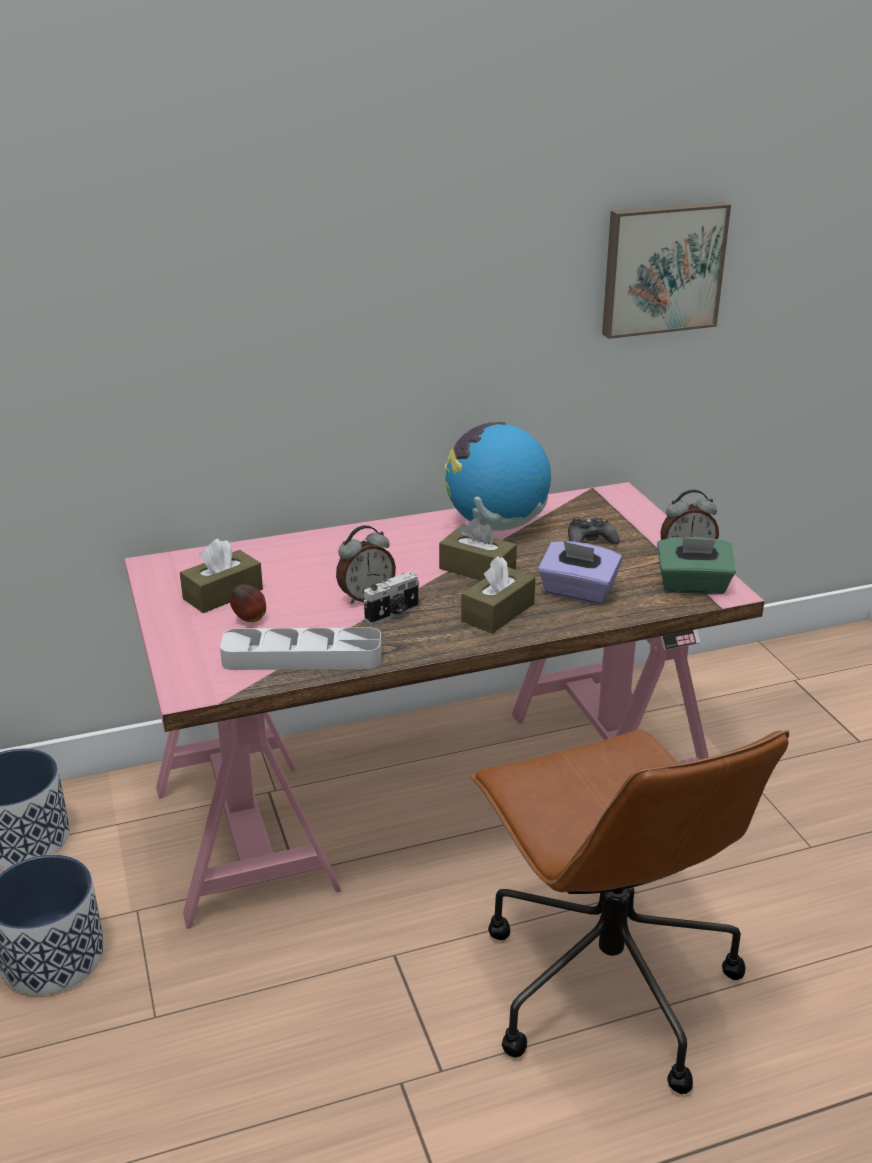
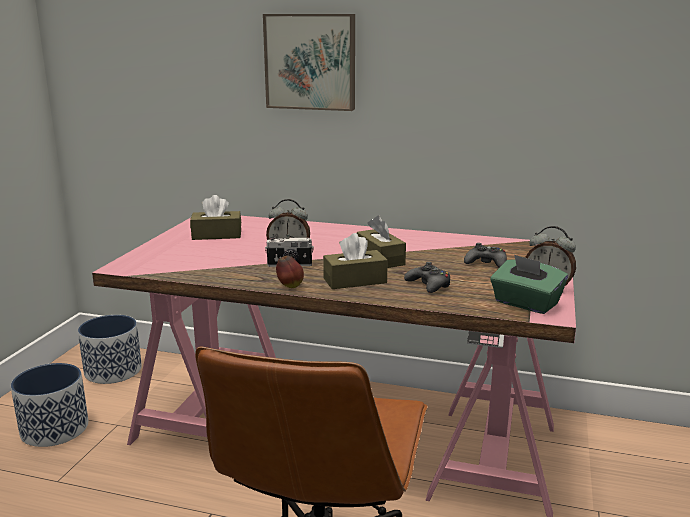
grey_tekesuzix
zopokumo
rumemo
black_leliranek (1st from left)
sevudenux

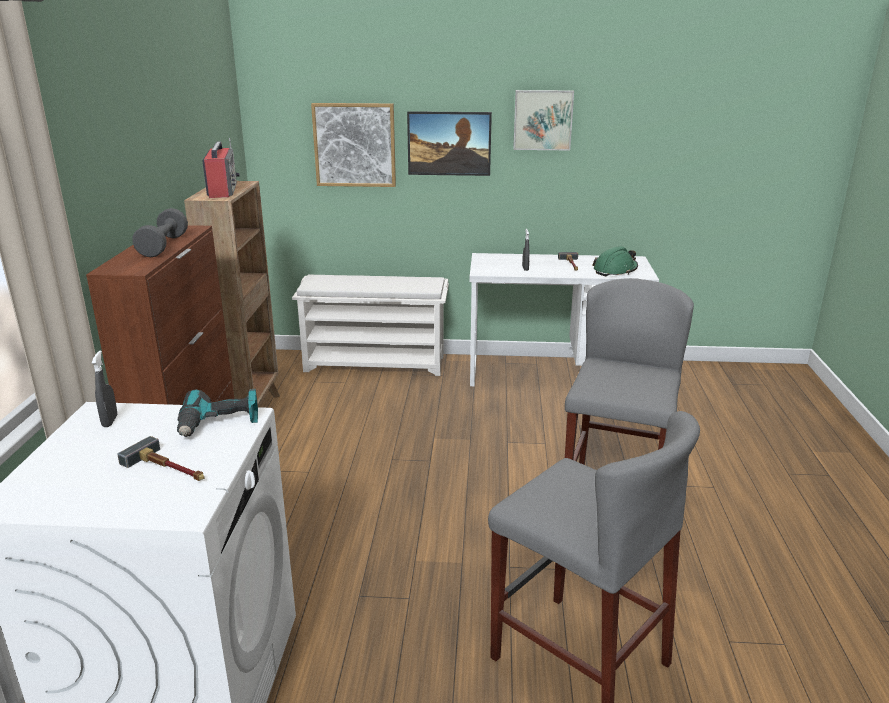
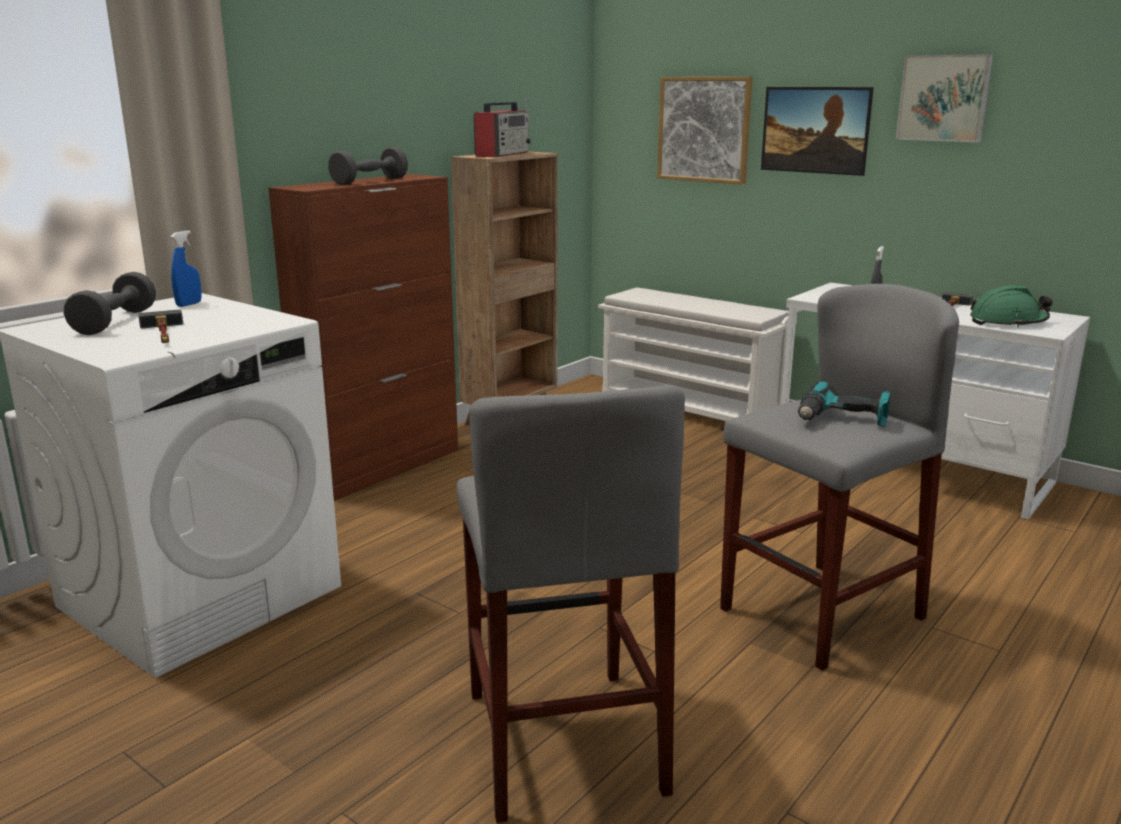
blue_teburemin
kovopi
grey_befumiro (1st from left)

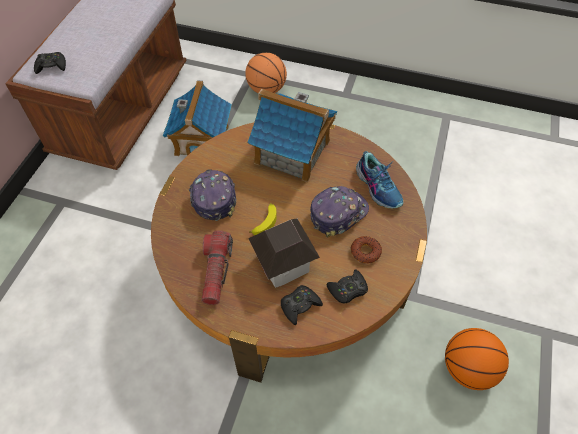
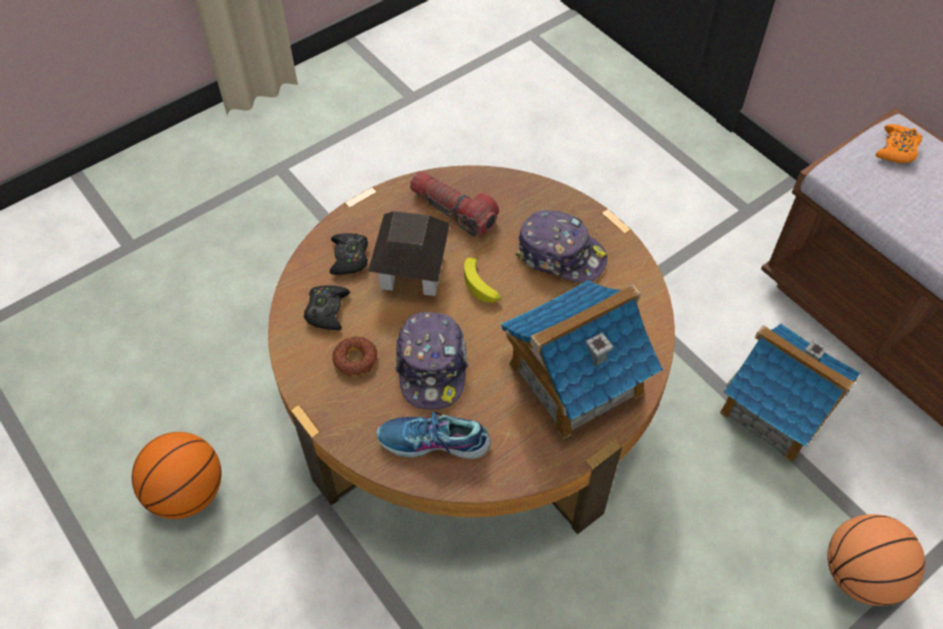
orange_leliranek

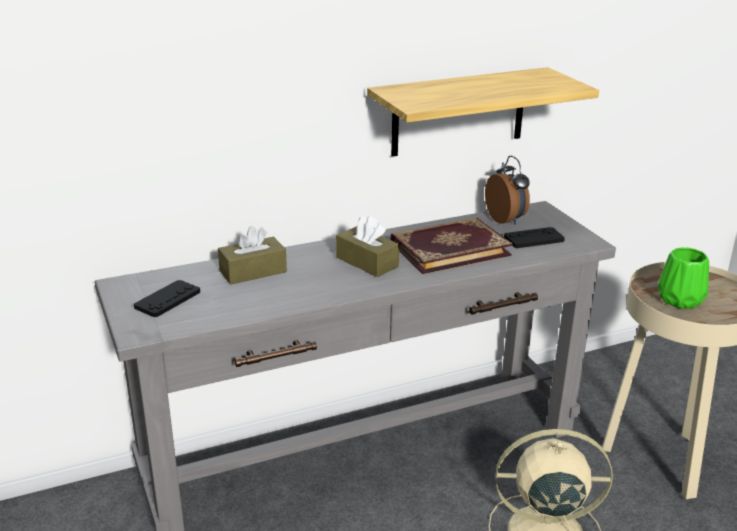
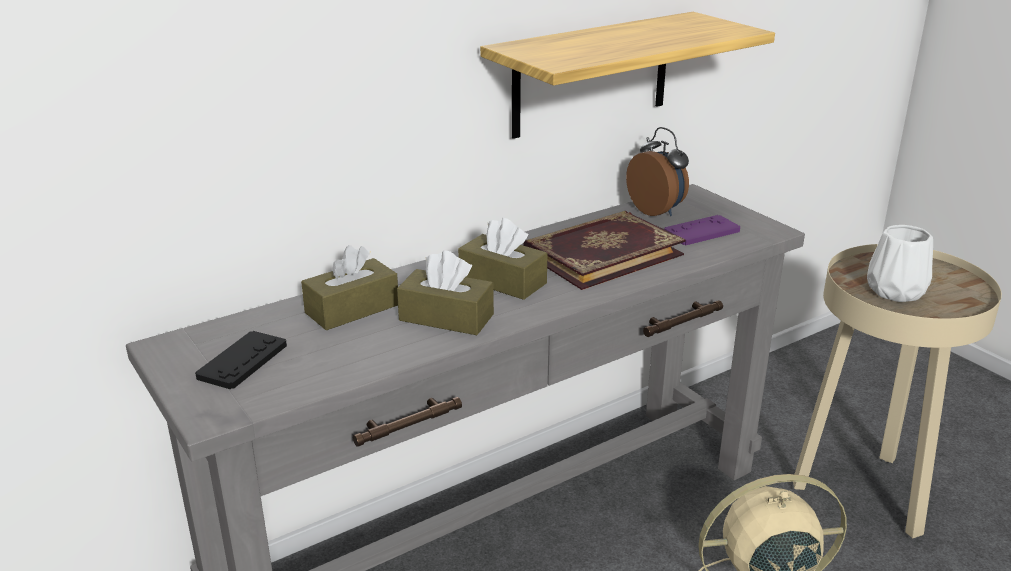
purple_leliranek
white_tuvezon
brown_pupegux (2nd from left)

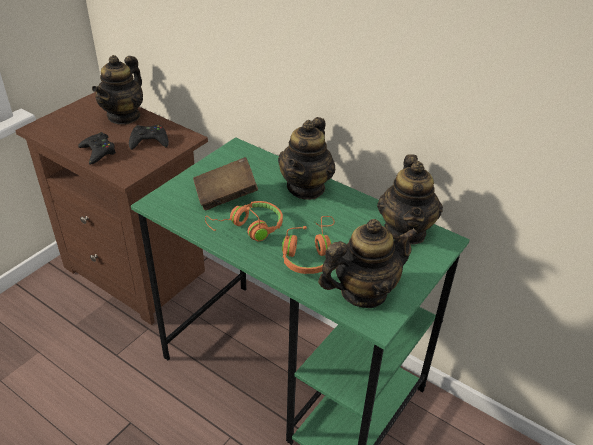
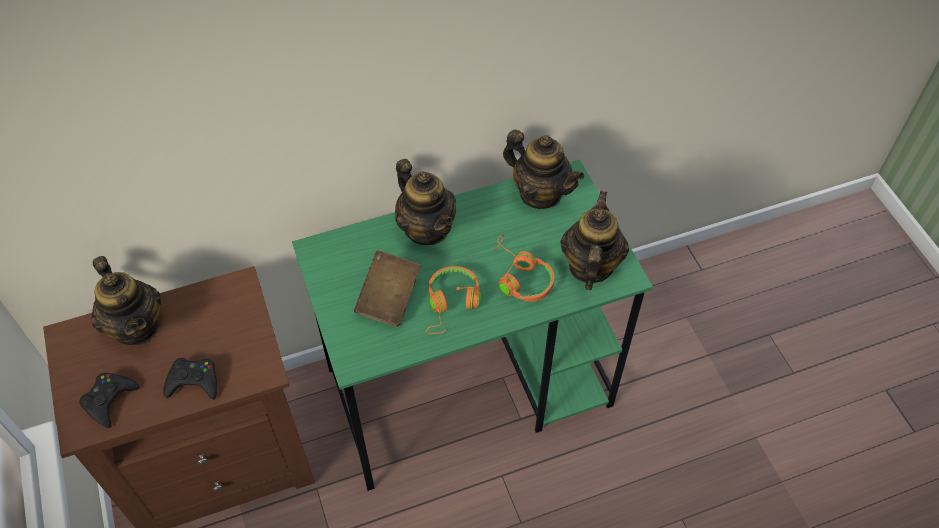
black_leliranek (1st from left)

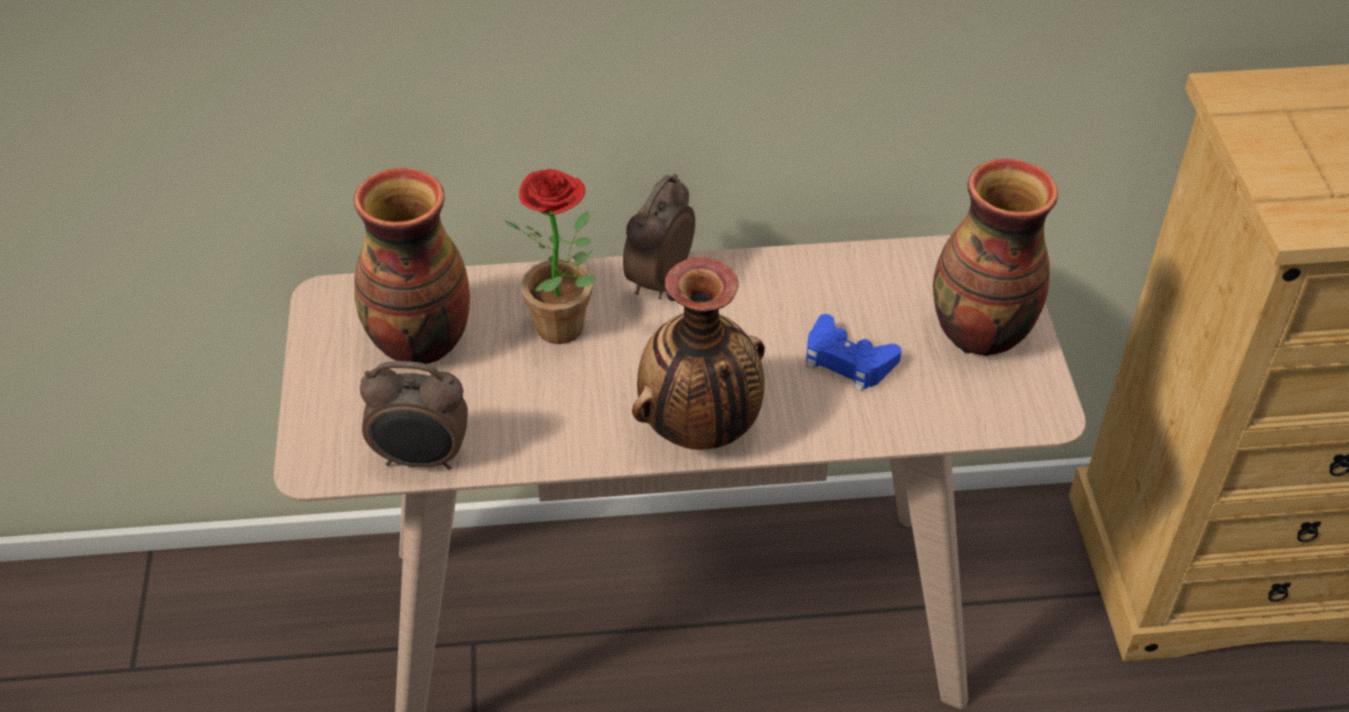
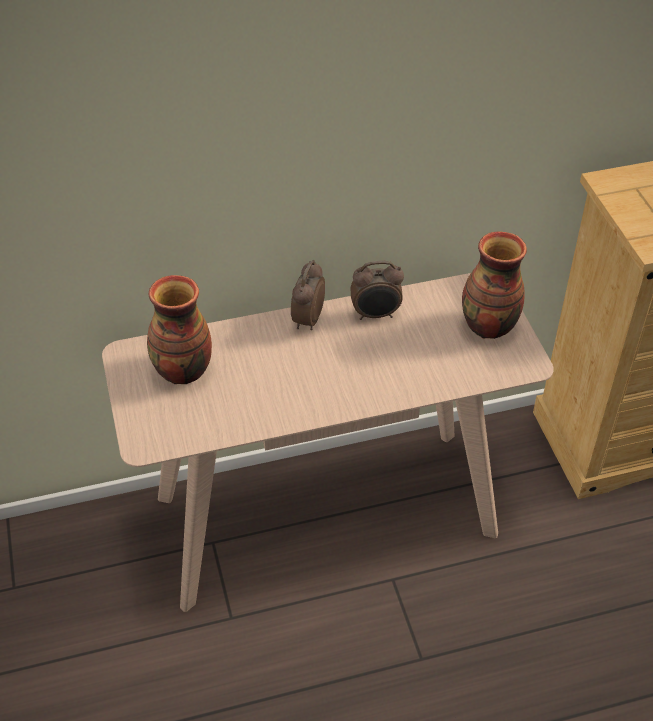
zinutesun (2nd from left)
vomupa
tuvezon (2nd from left in the first image)
blue_leliranek

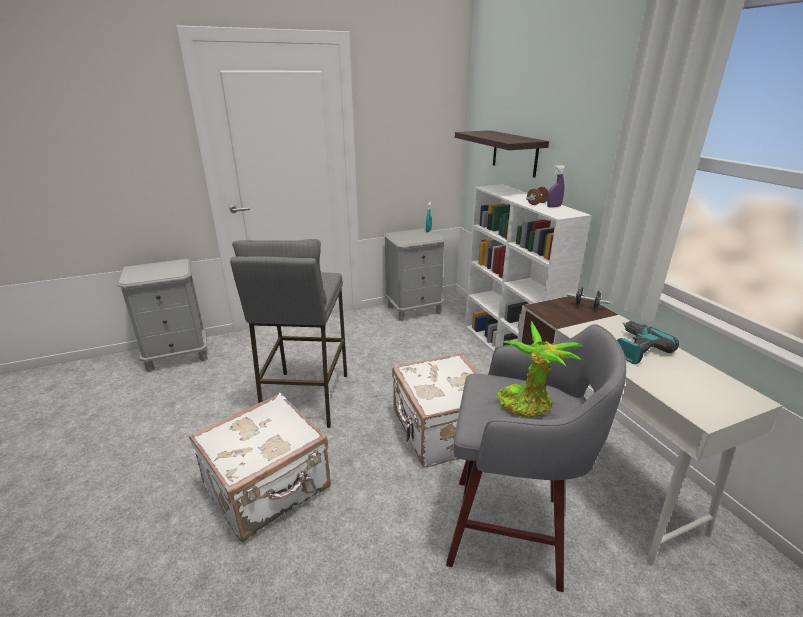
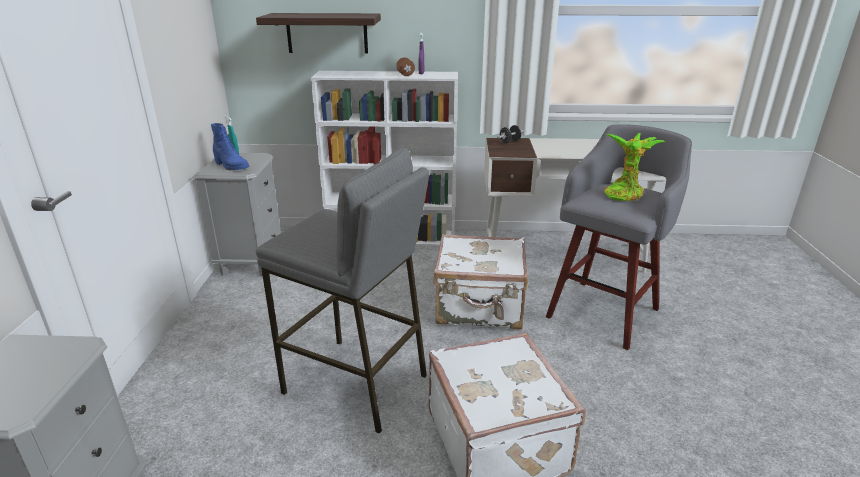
kovopi
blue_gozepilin

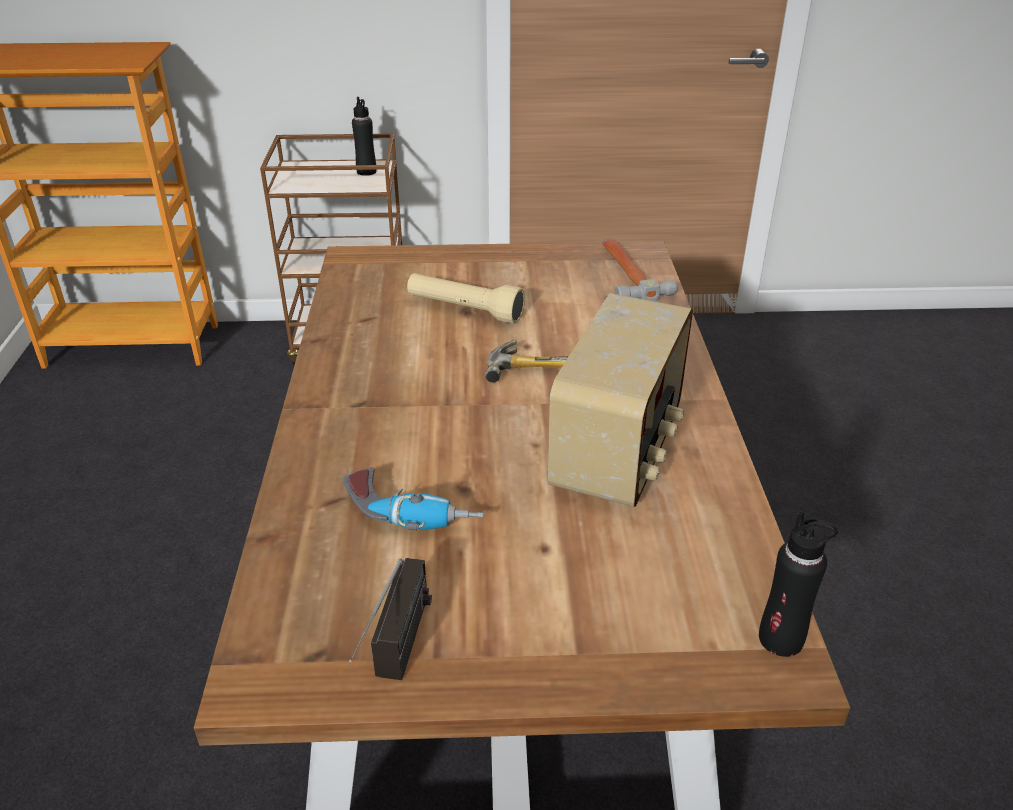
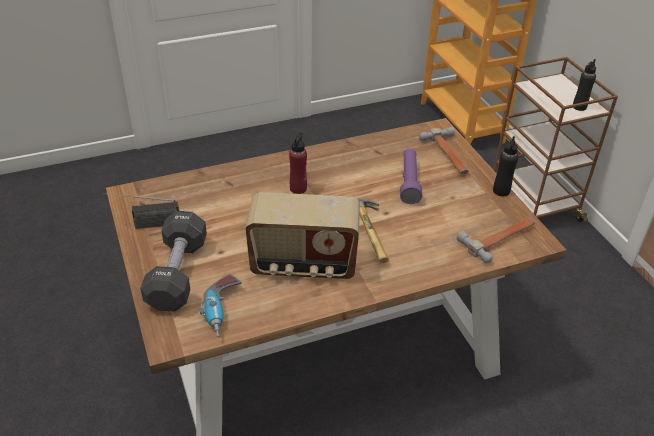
kovopi
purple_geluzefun
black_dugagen (1st from left)
black_befumiro
red_dugagen
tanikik (2nd from left)

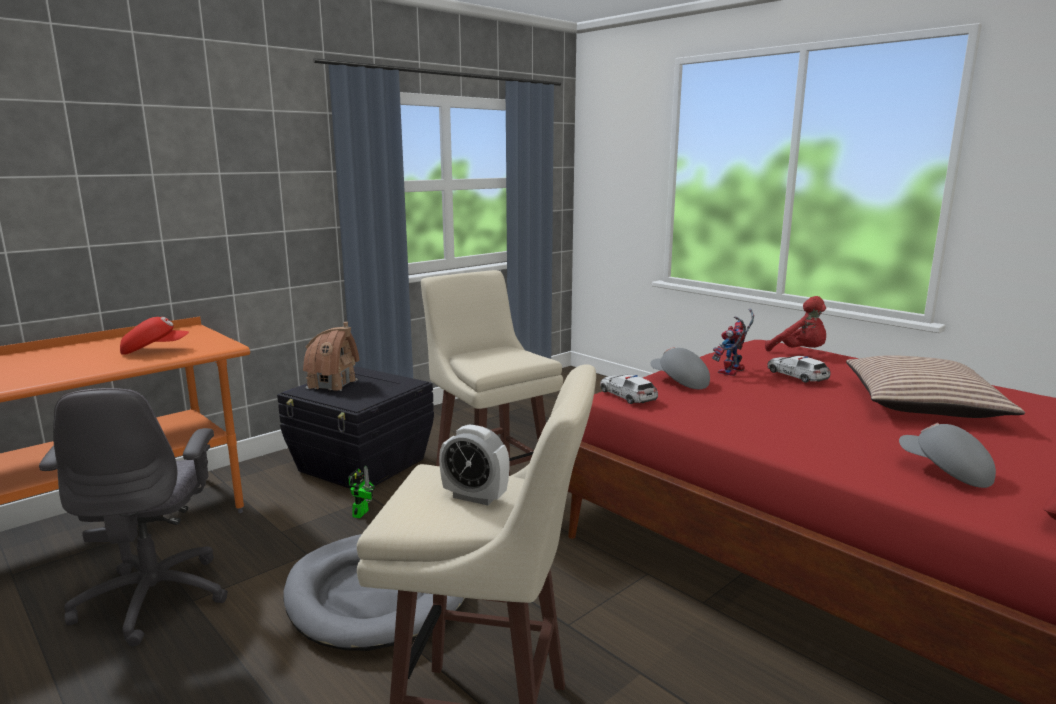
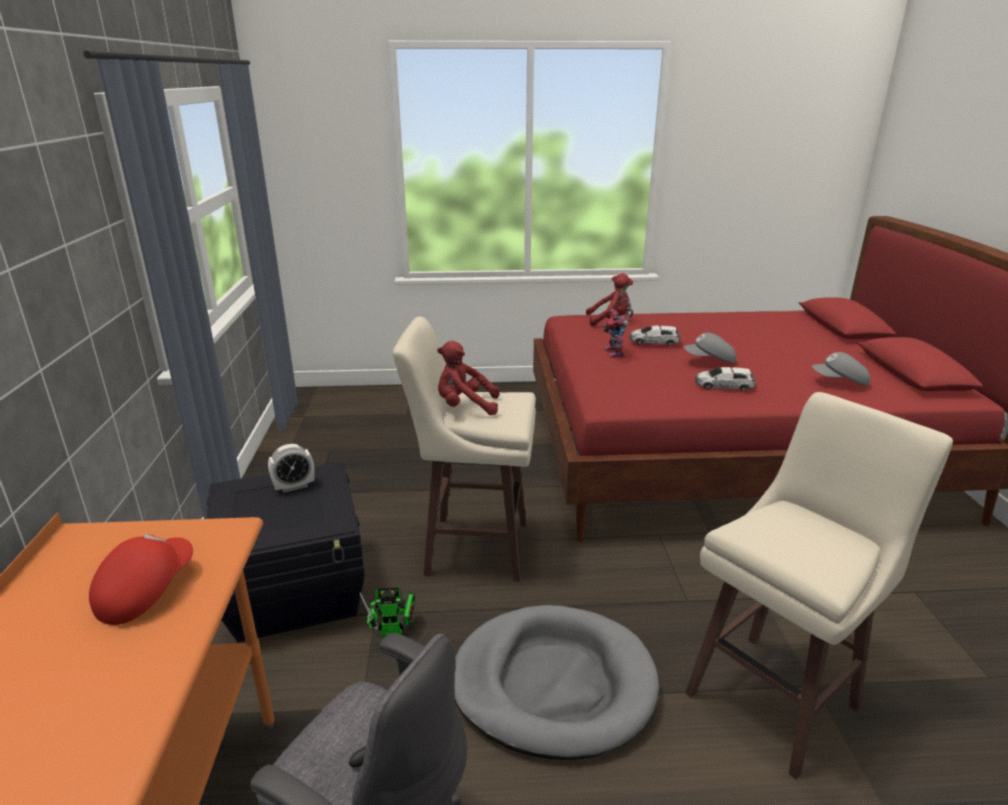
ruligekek
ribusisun (1st from left)
zinutesun
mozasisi (2nd from left)
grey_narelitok (1st from left)
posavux
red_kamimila (1st from left)

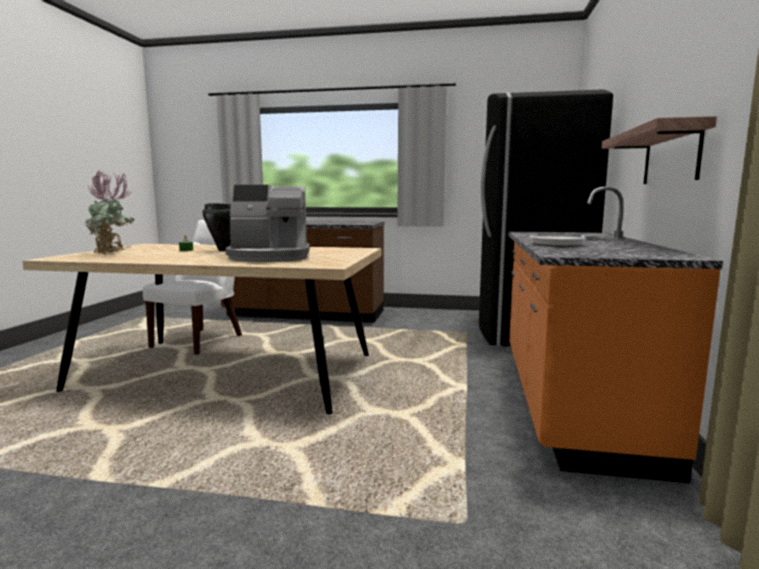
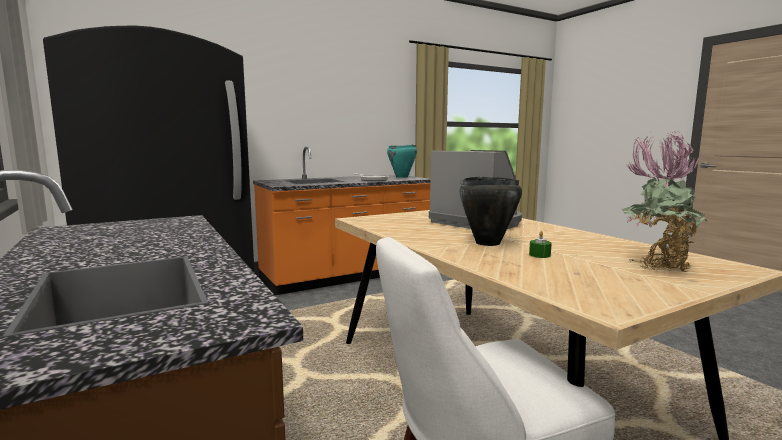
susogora
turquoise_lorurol

